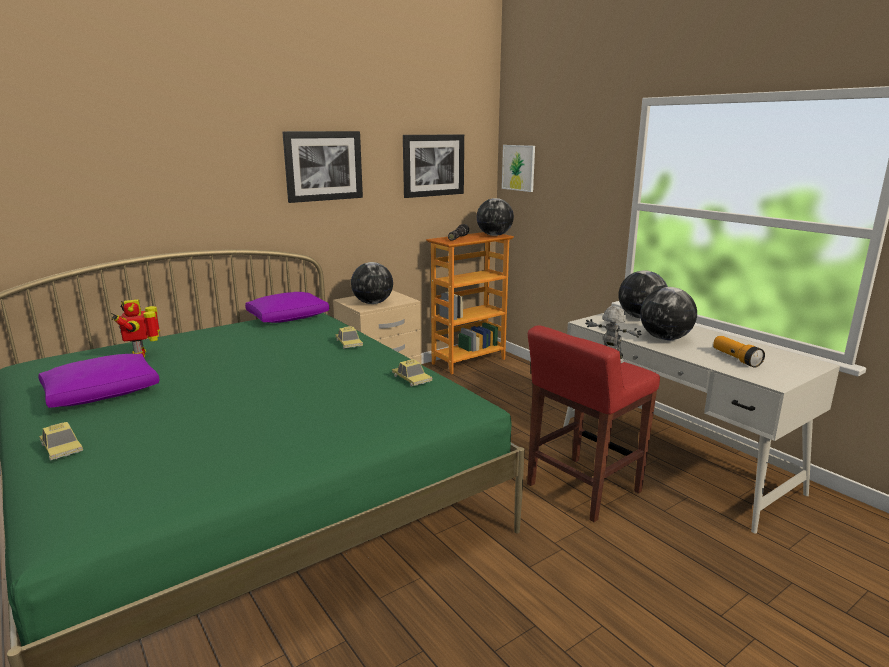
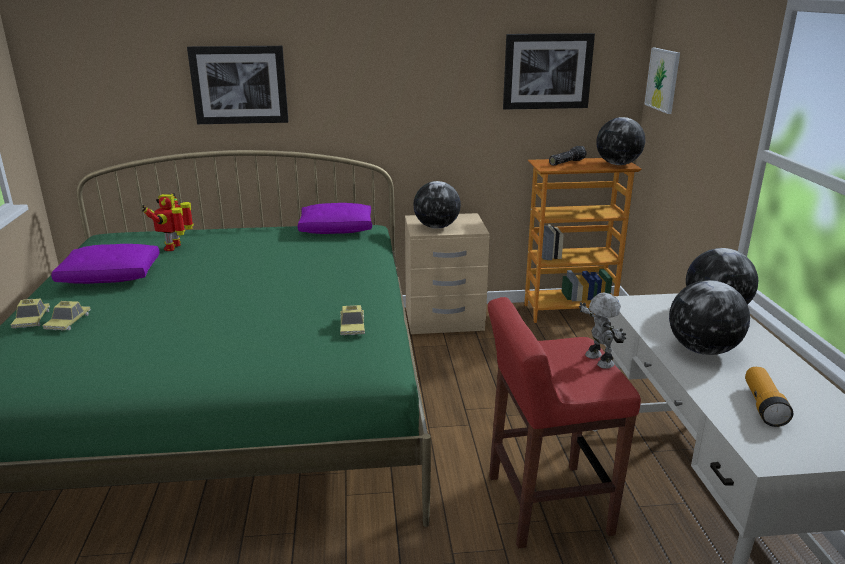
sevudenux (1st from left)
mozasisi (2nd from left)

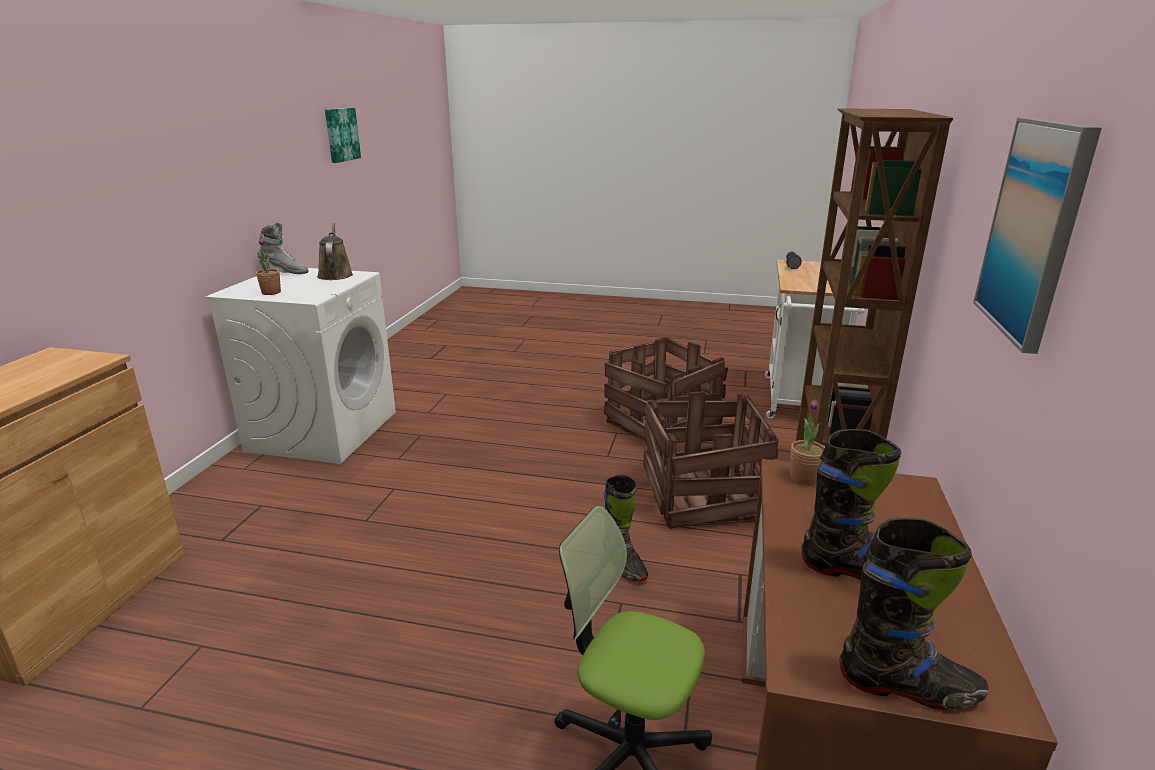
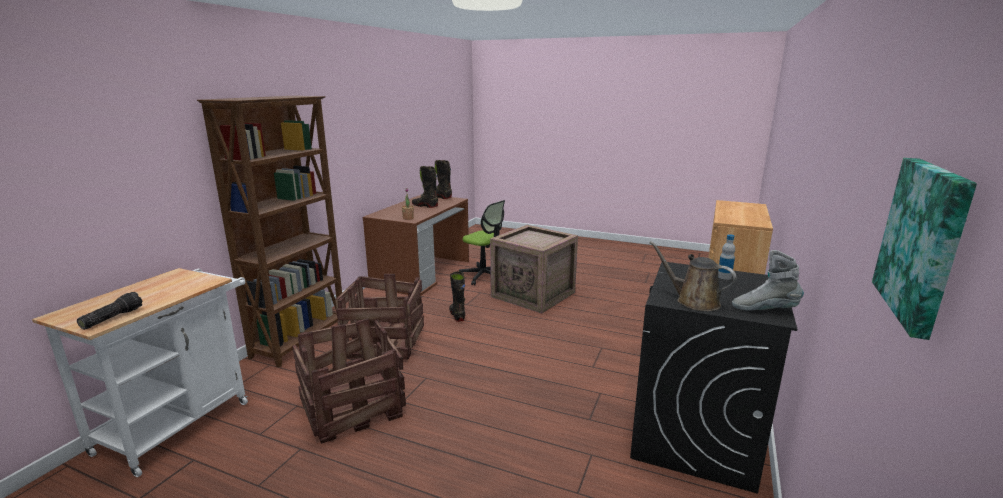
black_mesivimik
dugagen
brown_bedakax
sevudenux (2nd from left in the first image)
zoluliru (3rd from left)

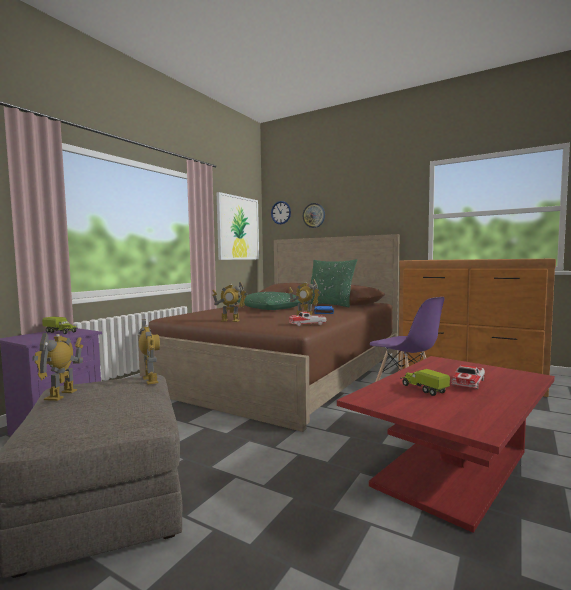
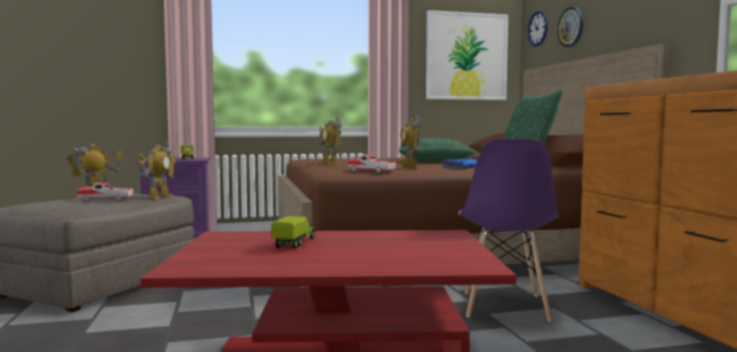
mozasisi (1st from left)

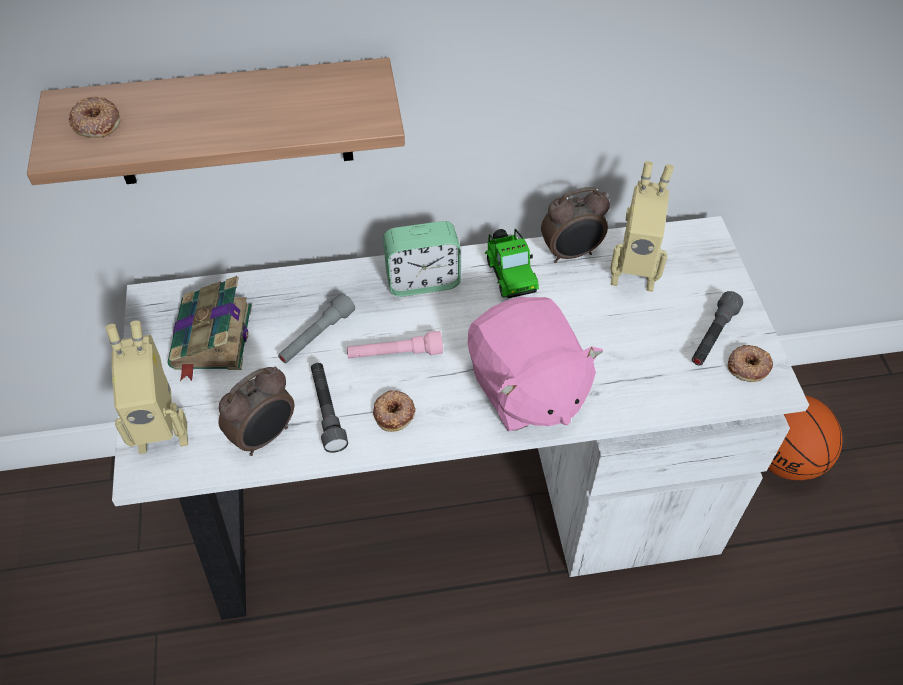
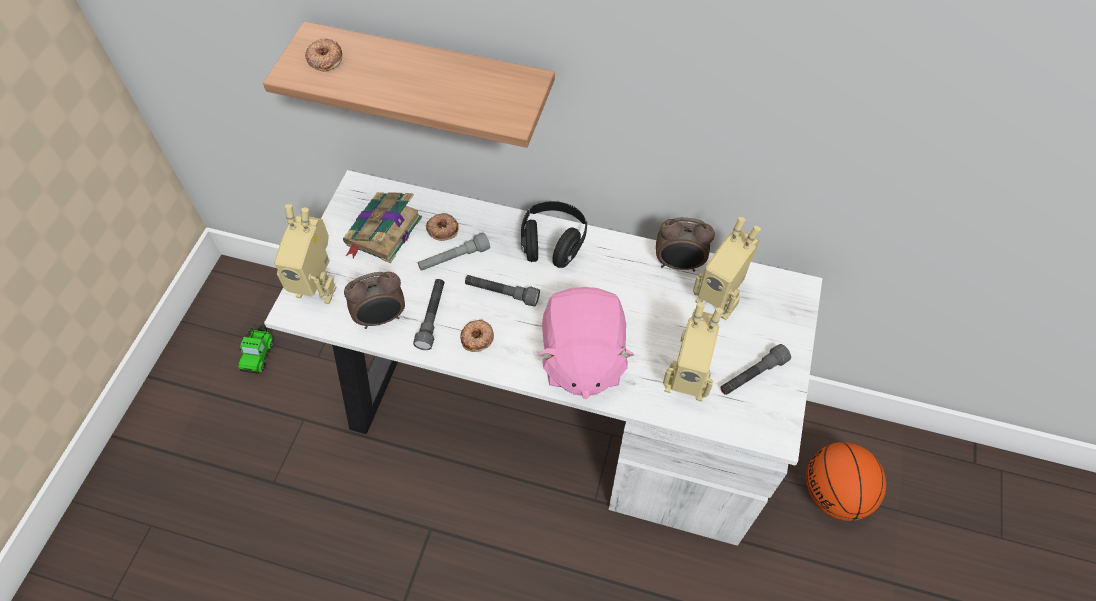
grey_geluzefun (3rd from left)
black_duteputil
mozasisi
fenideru (2nd from left)
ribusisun (2nd from left)

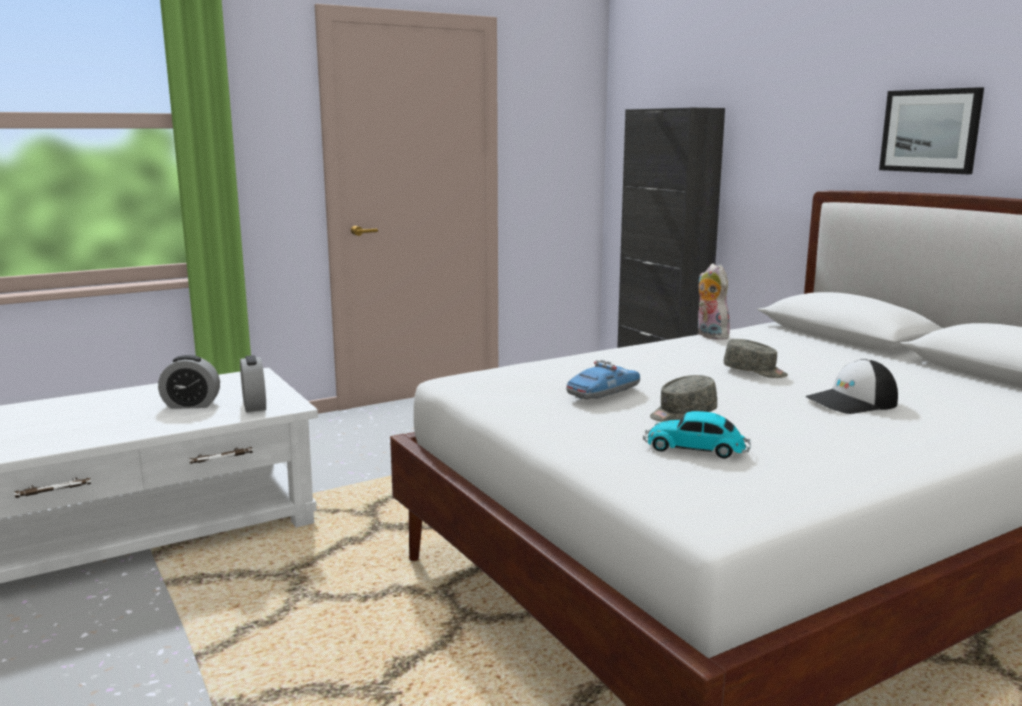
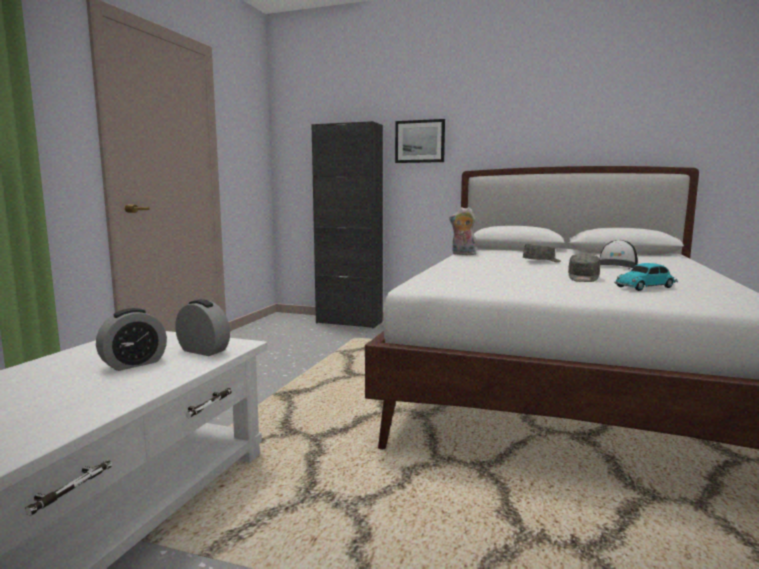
mozasisi (1st from left in the first image)
sevudenux

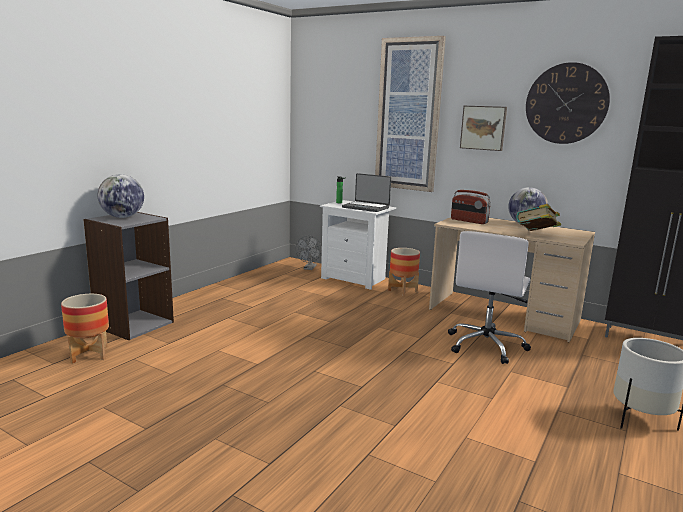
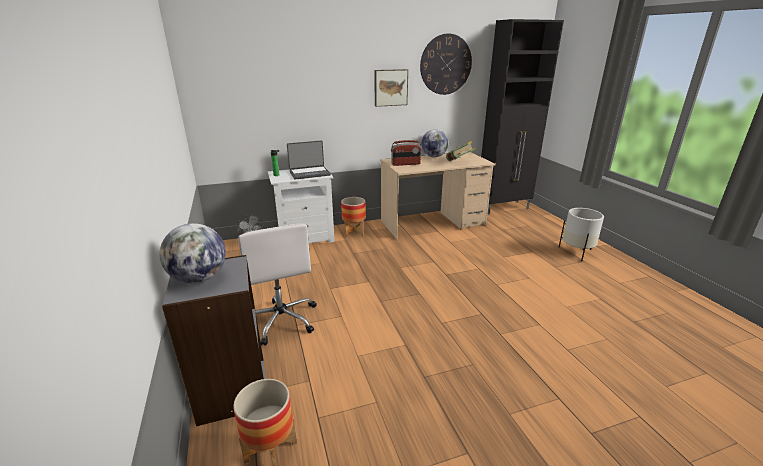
sevudenux (1st from left in the first image)
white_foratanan

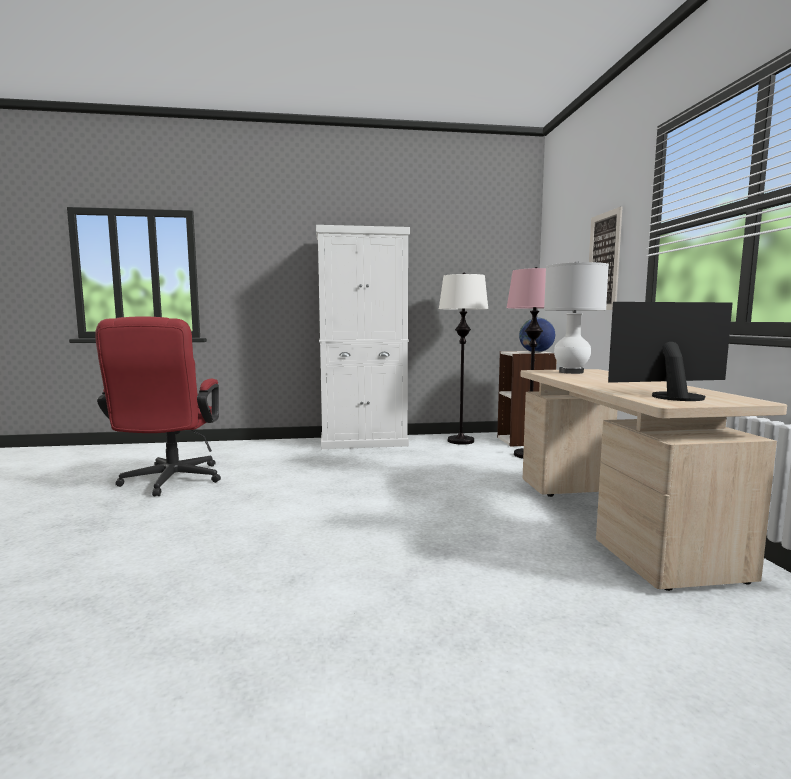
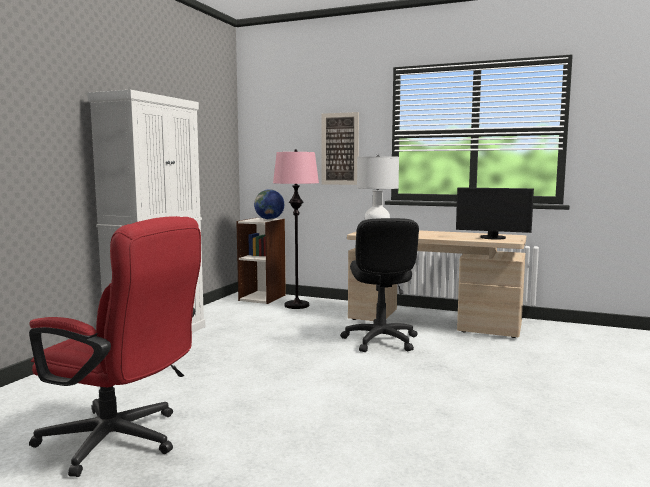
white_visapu
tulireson
black_foratanan

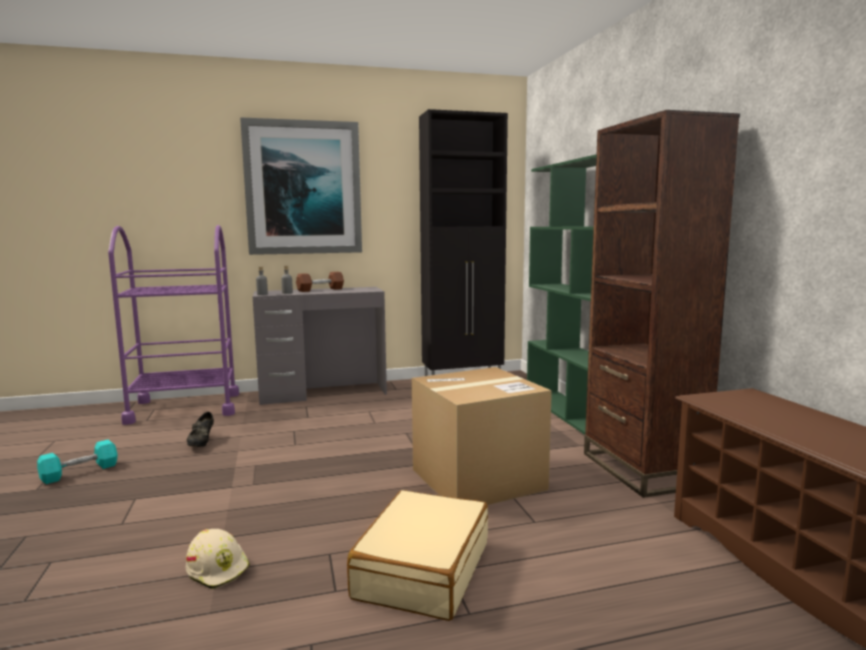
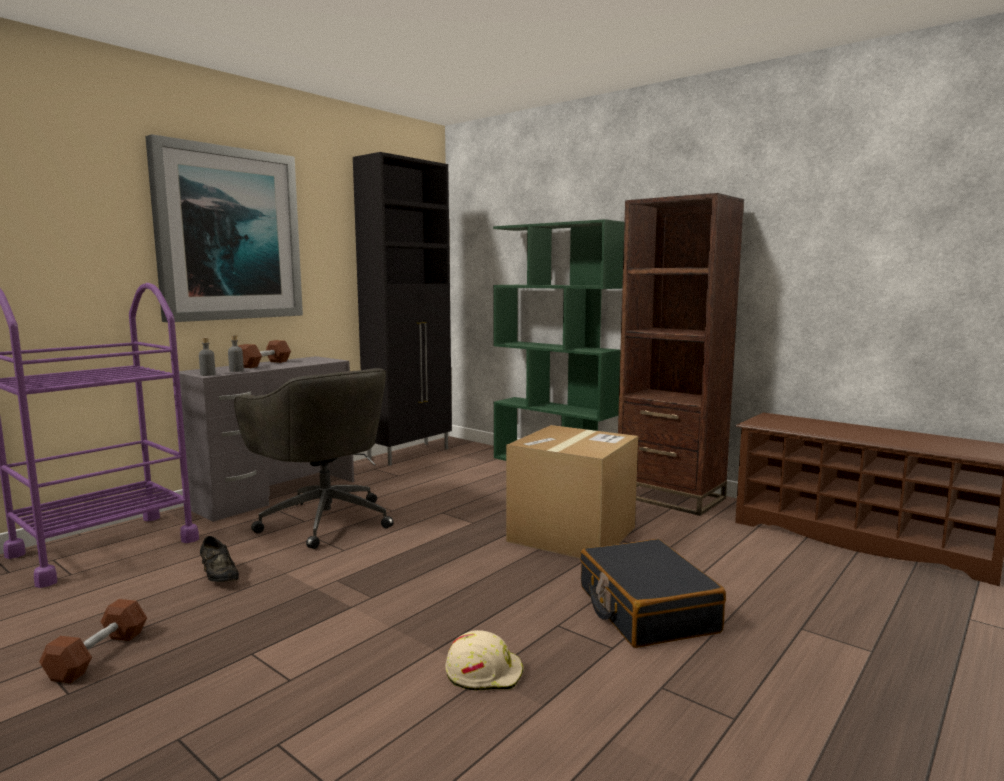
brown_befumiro (1st from left)
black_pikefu
grey_foratanan

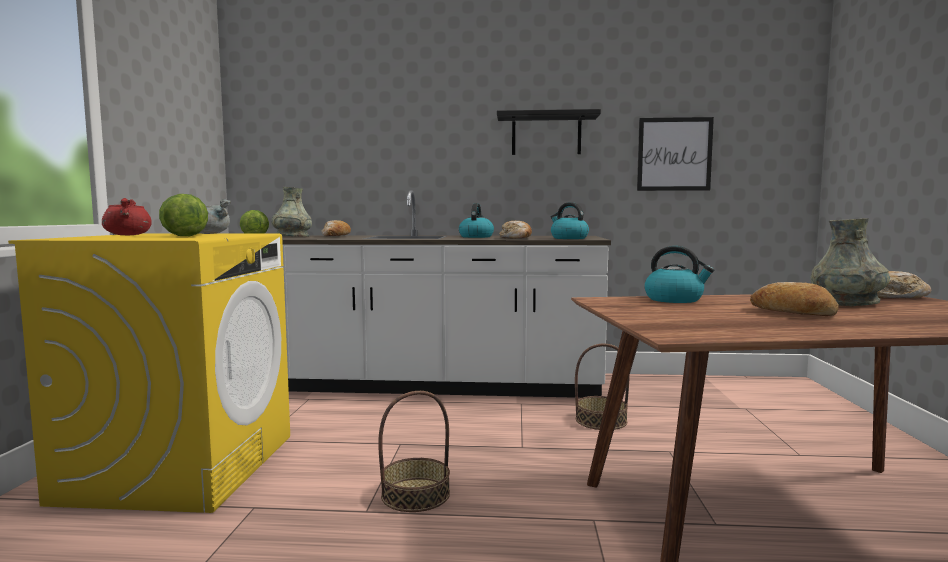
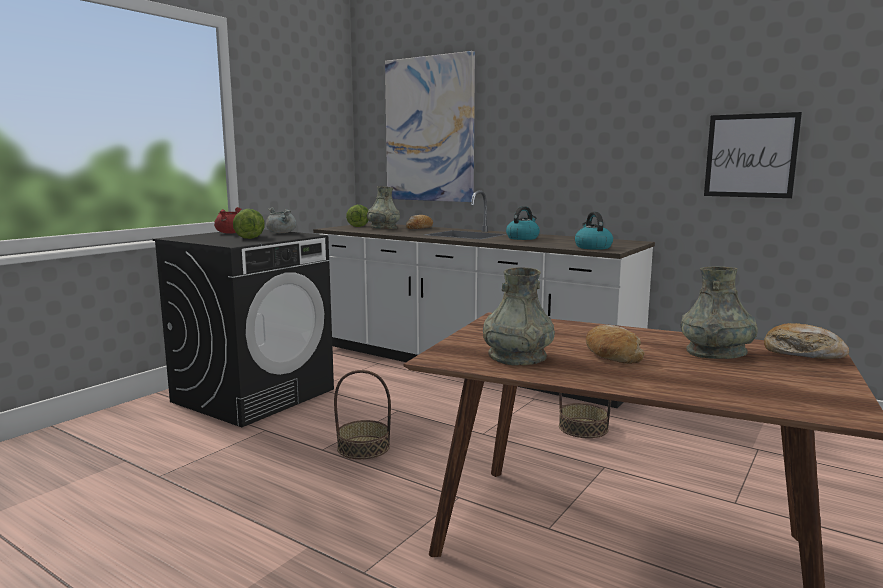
black_mesivimik
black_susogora
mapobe (2nd from left in the first image)
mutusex (3rd from left in the first image)
sevudenux (1st from left)
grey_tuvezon (2nd from left)

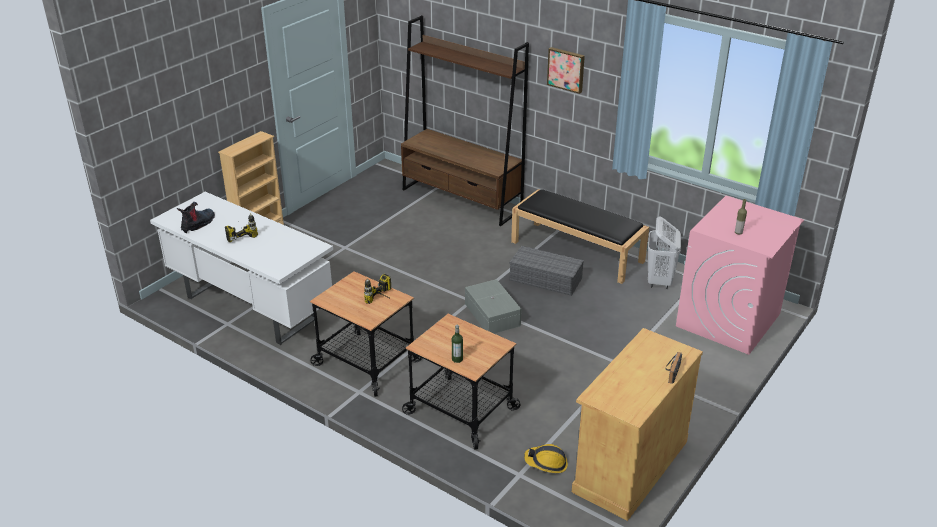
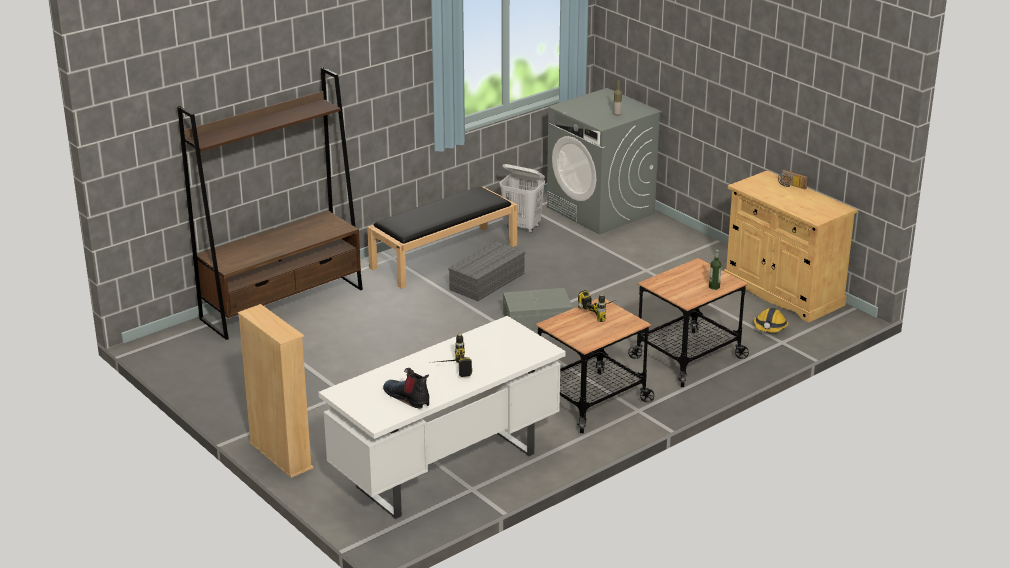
sevudenux
grey_mesivimik

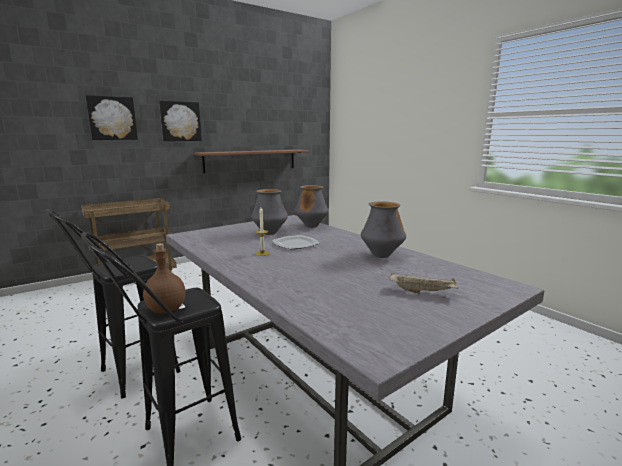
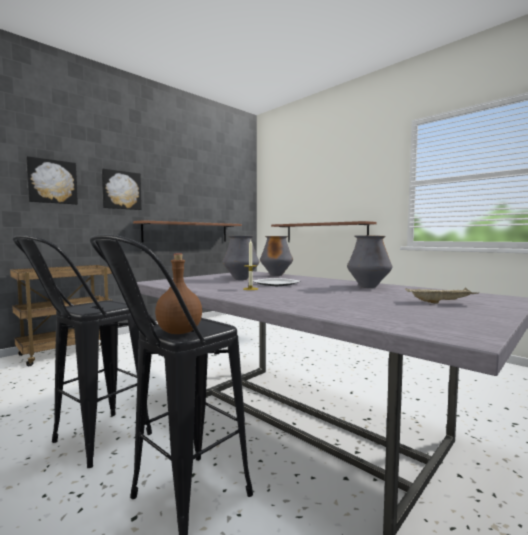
brown_susogora (2nd from left)

